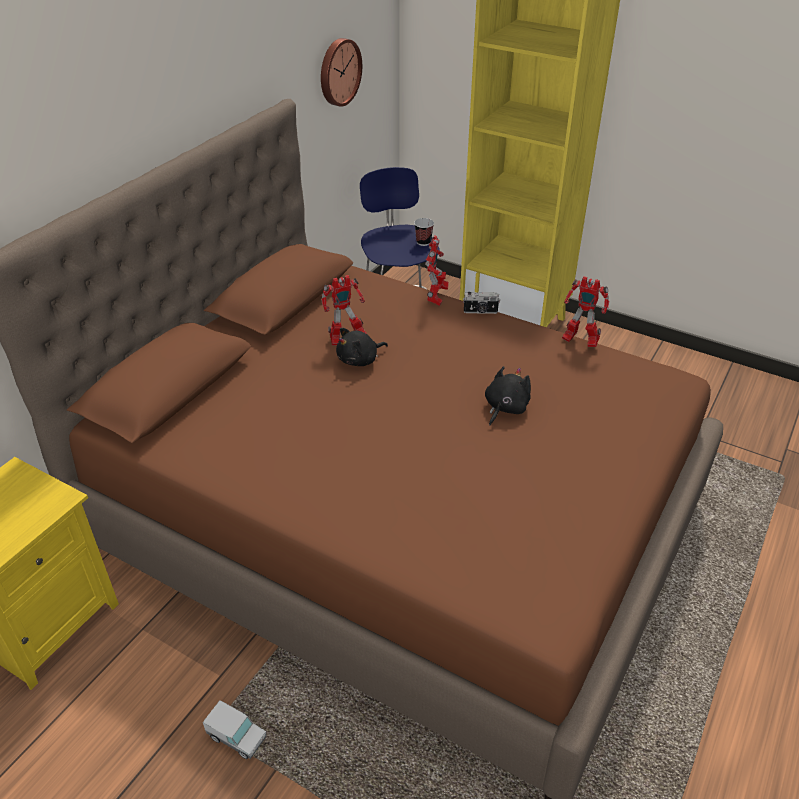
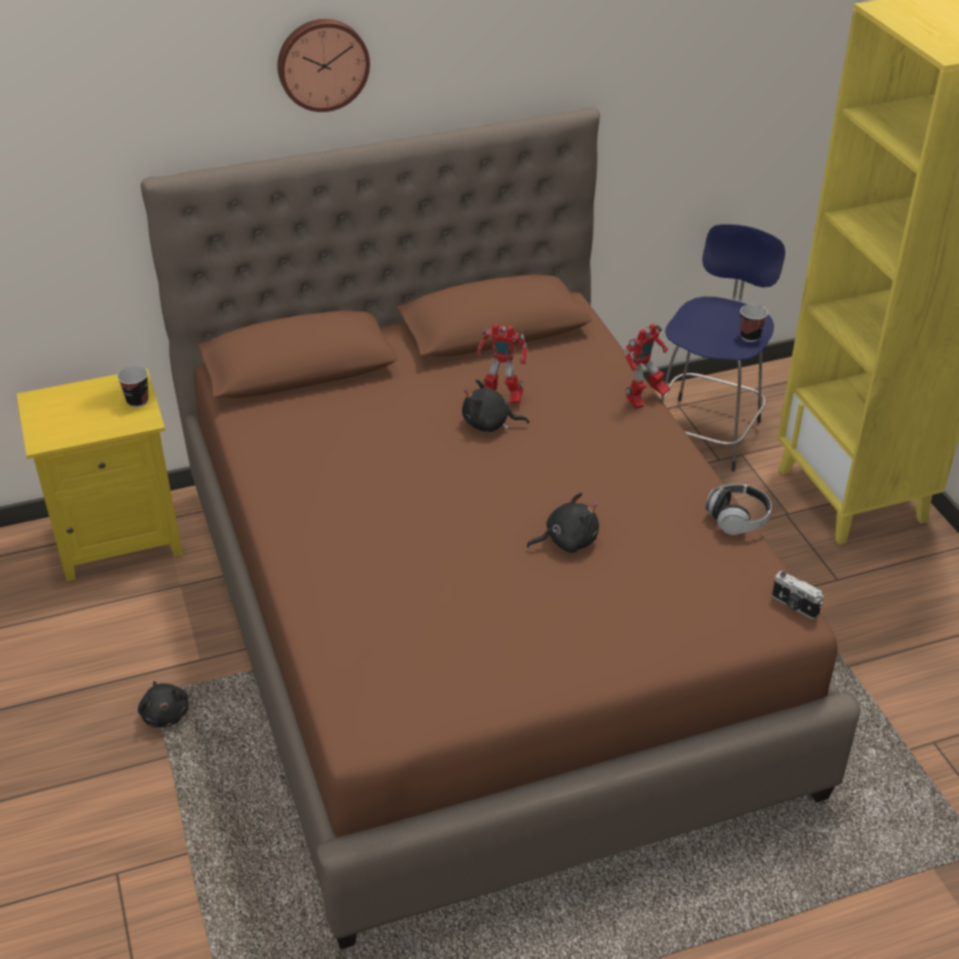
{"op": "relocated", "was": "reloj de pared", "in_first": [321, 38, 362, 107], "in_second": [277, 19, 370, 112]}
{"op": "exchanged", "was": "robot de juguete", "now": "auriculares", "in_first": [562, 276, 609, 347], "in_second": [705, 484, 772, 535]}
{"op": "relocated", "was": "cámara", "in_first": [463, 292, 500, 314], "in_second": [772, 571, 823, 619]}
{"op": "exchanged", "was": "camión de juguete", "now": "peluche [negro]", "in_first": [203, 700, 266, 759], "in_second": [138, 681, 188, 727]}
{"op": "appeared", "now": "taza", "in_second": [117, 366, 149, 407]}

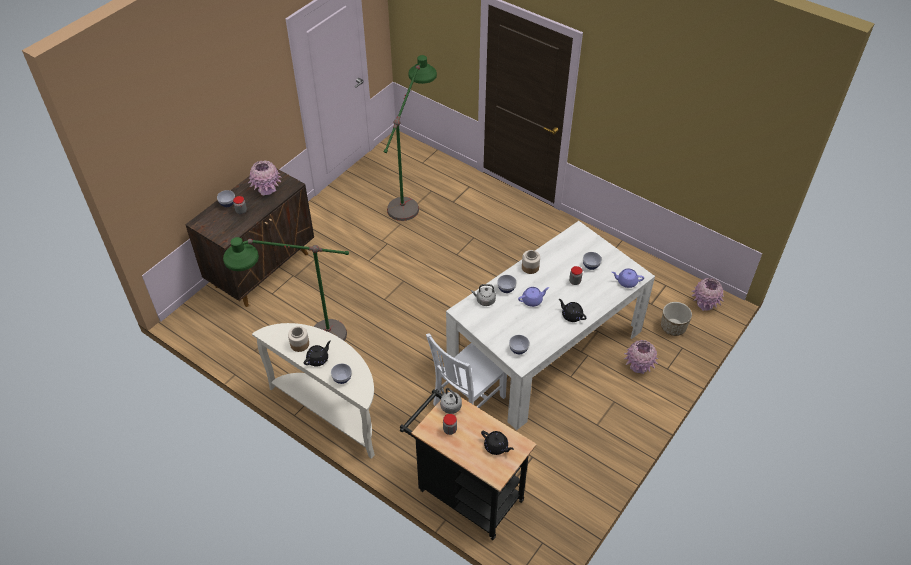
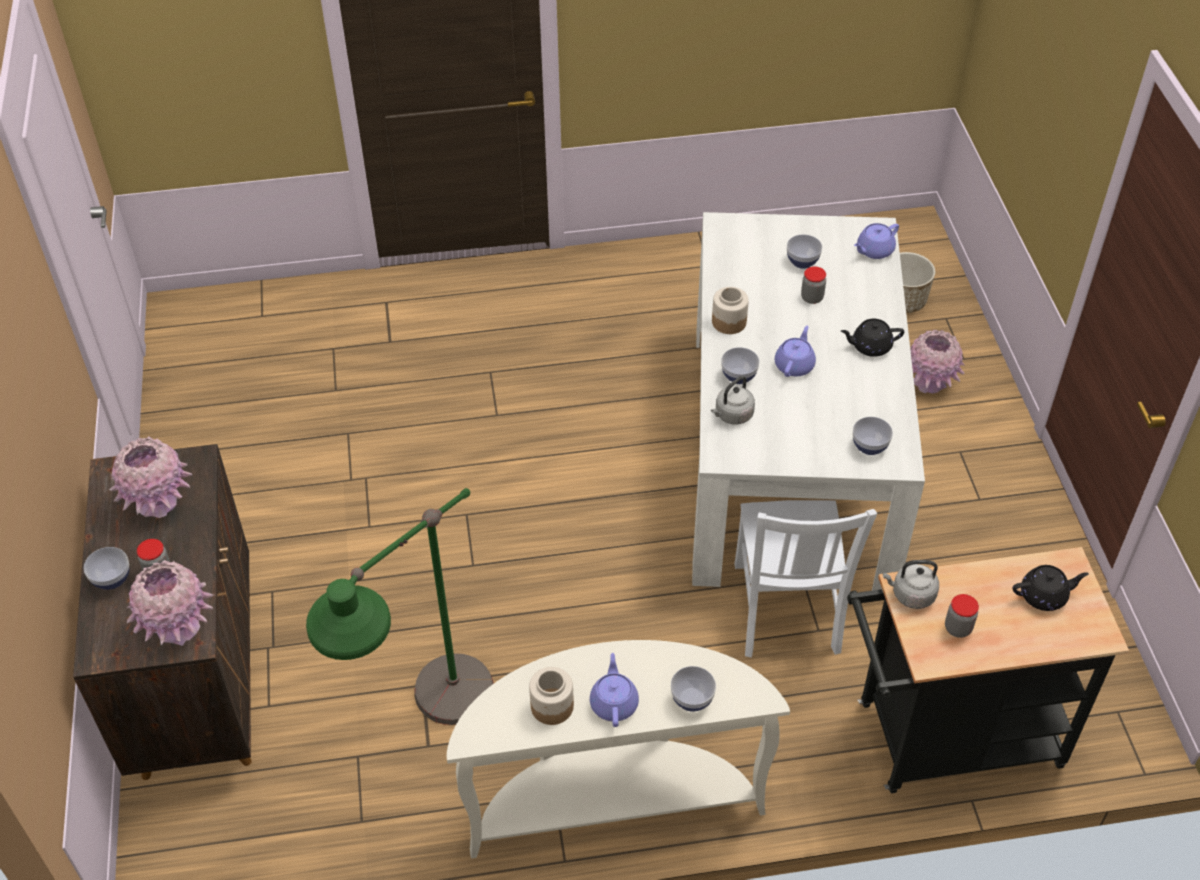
{"op": "missing", "was": "lámpara de pie [verde]", "in_first": [384, 55, 437, 221]}
{"op": "relocated", "was": "florero [rosa]", "in_first": [691, 278, 724, 311], "in_second": [127, 560, 213, 646]}
{"op": "colour", "was": "tetera [negro]", "now": "tetera [morado]", "in_first": [304, 341, 331, 367], "in_second": [590, 653, 639, 727]}

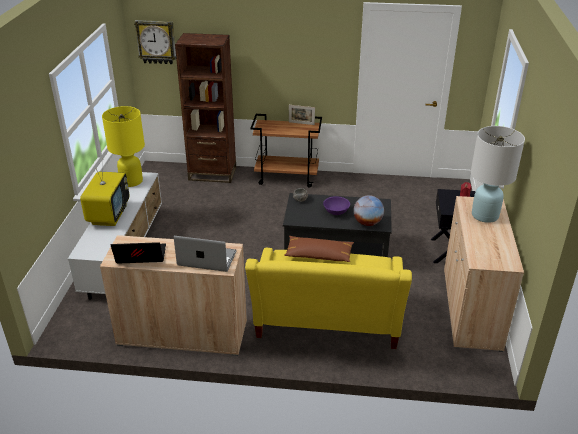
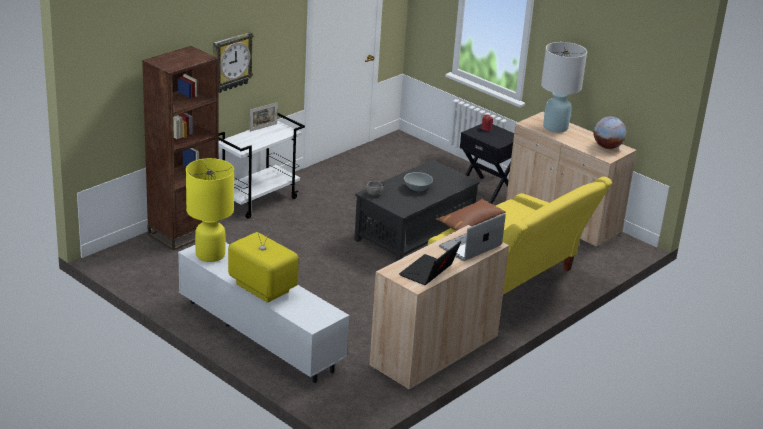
{"op": "relocated", "was": "reloj de pared", "in_first": [134, 20, 176, 64], "in_second": [213, 32, 254, 93]}
{"op": "colour", "was": "carrito [marrón]", "now": "carrito [blanco]", "in_first": [251, 114, 322, 188], "in_second": [219, 113, 305, 219]}
{"op": "relocated", "was": "globo terráqueo", "in_first": [353, 195, 384, 226], "in_second": [594, 116, 626, 149]}
{"op": "colour", "was": "cuenco [morado]", "now": "cuenco [gris]", "in_first": [323, 196, 350, 215], "in_second": [404, 172, 433, 191]}

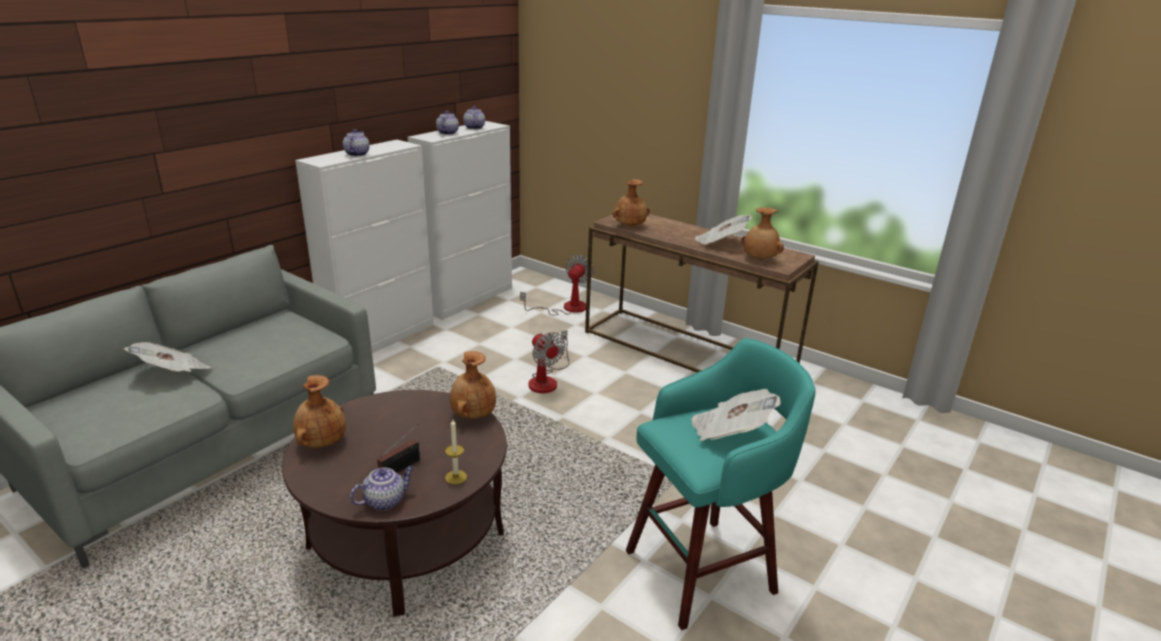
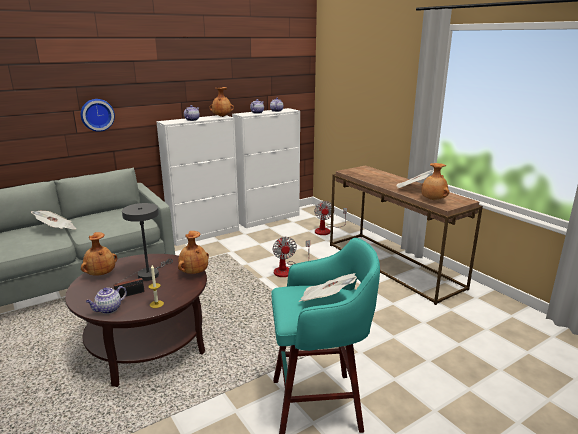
{"op": "relocated", "was": "florero [marrón]", "in_first": [612, 179, 650, 227], "in_second": [209, 87, 234, 117]}
{"op": "spun", "was": "ventilador", "in_first": [520, 255, 594, 315], "in_second": [314, 201, 347, 235], "clockwise": 135}
{"op": "spun", "was": "tetera", "in_first": [350, 466, 414, 511], "in_second": [86, 286, 127, 314], "clockwise": 150}
{"op": "appeared", "now": "reloj de pared", "in_second": [81, 99, 115, 132]}
{"op": "appeared", "now": "lámpara de mesa [gris]", "in_second": [122, 203, 173, 281]}

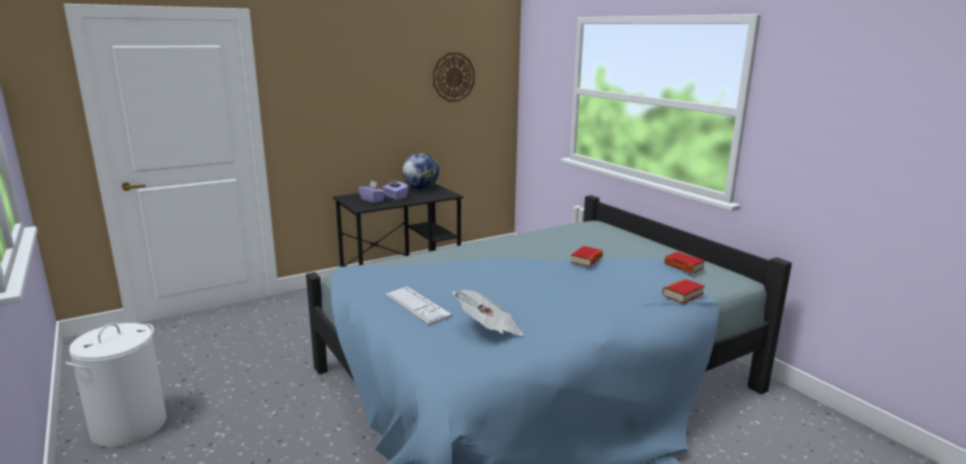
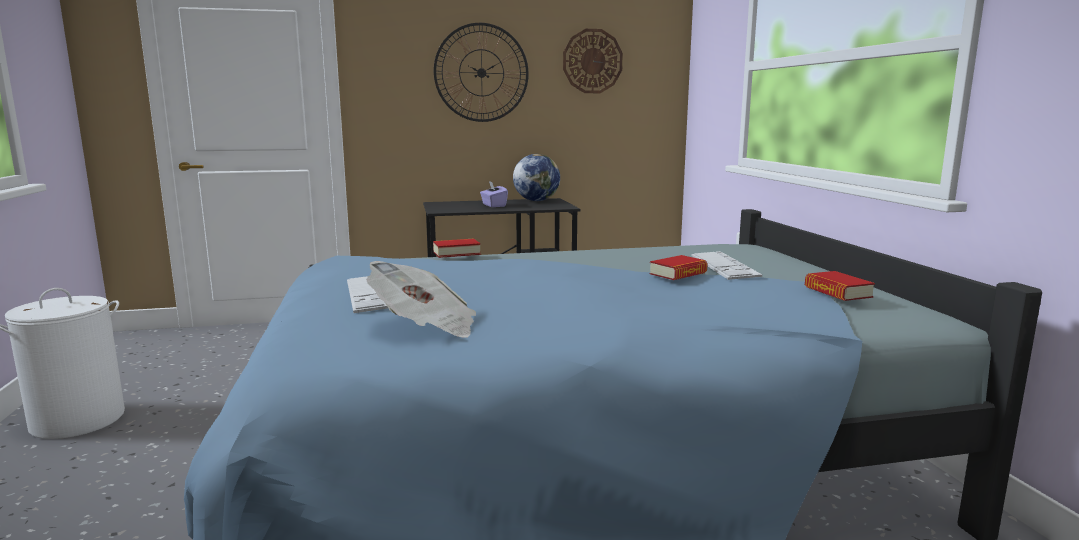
{"op": "missing", "was": "caja de pañuelos [morado]", "in_first": [358, 181, 386, 203]}
{"op": "relocated", "was": "libro", "in_first": [662, 279, 705, 304], "in_second": [433, 239, 481, 258]}
{"op": "appeared", "now": "reloj de pared", "in_second": [434, 23, 529, 122]}
{"op": "appeared", "now": "teclado", "in_second": [692, 251, 762, 280]}

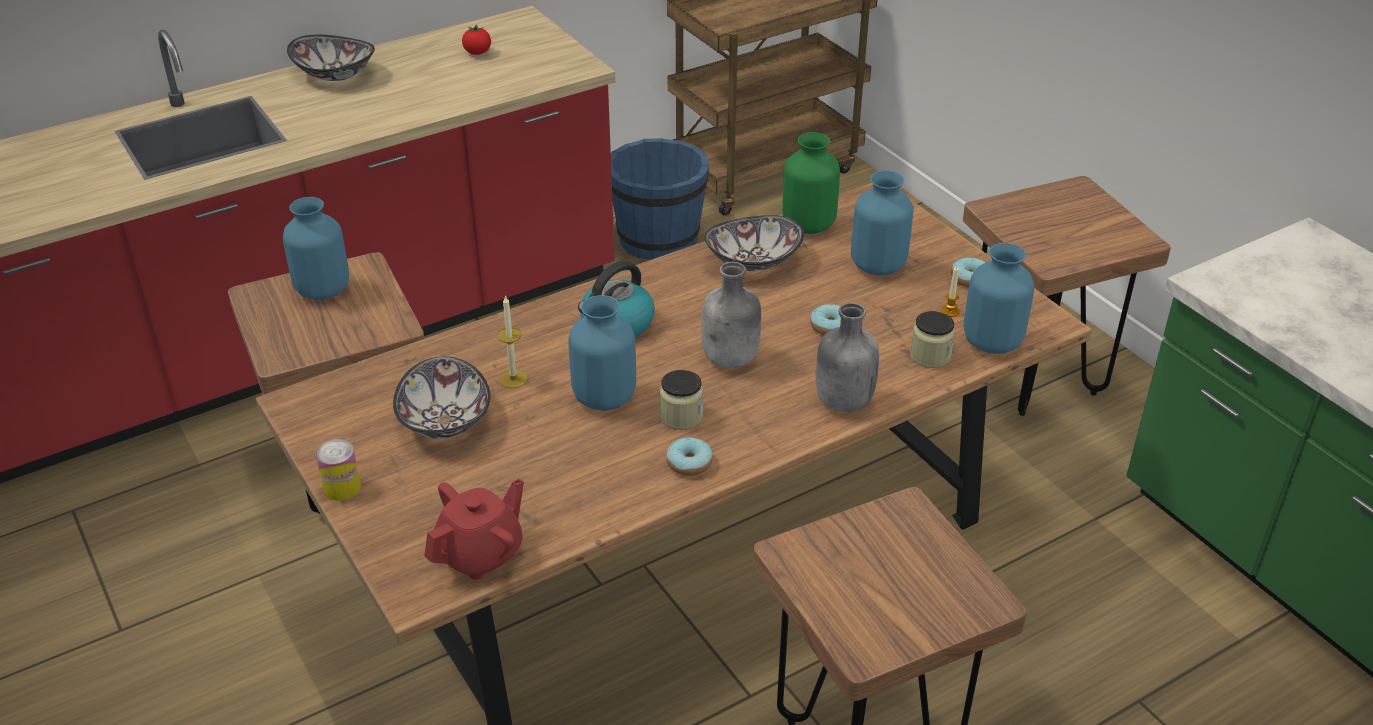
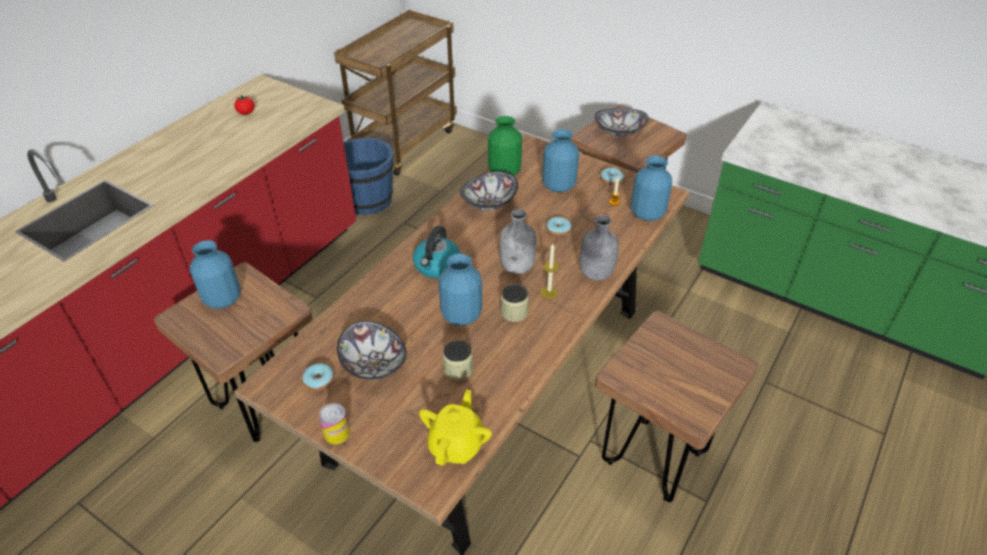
{"op": "relocated", "was": "cuenco", "in_first": [287, 34, 375, 81], "in_second": [595, 108, 649, 137]}
{"op": "relocated", "was": "vela", "in_first": [497, 295, 528, 388], "in_second": [540, 244, 559, 299]}
{"op": "relocated", "was": "tarro", "in_first": [910, 311, 955, 368], "in_second": [443, 340, 473, 381]}
{"op": "relocated", "was": "rosquilla", "in_first": [666, 437, 713, 476], "in_second": [302, 363, 334, 391]}
{"op": "colour", "was": "tetera [rojo]", "now": "tetera [amarillo]", "in_first": [424, 478, 524, 580], "in_second": [419, 389, 492, 466]}

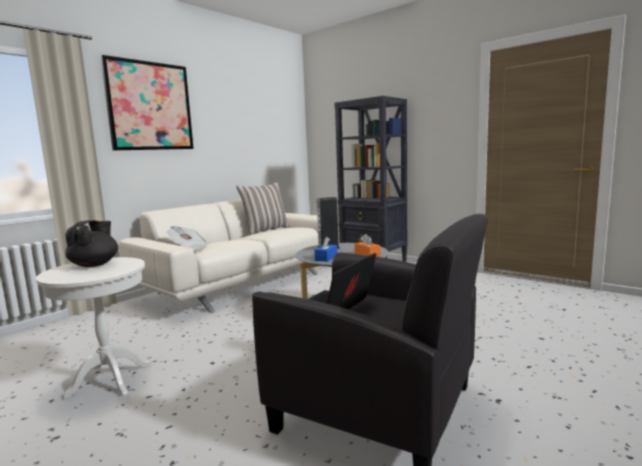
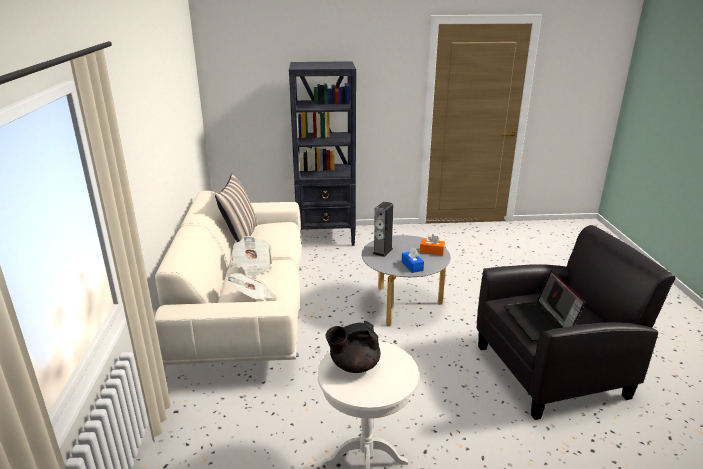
{"op": "missing", "was": "cuadro", "in_first": [100, 55, 194, 150]}
{"op": "spun", "was": "tetera [negro]", "in_first": [65, 220, 118, 267], "in_second": [326, 321, 380, 373], "clockwise": -75}
{"op": "appeared", "now": "periódico", "in_second": [232, 236, 272, 278]}

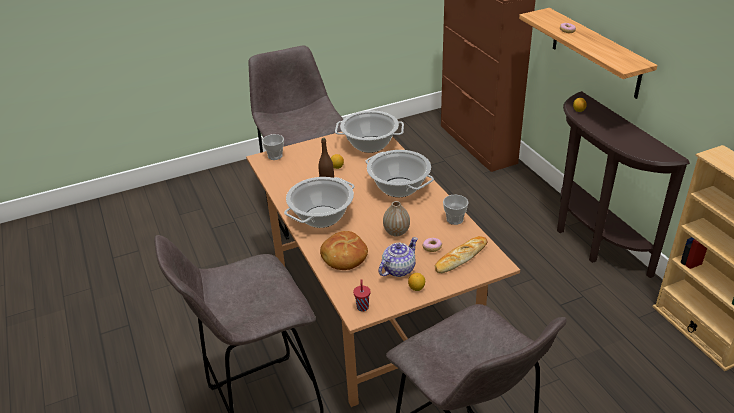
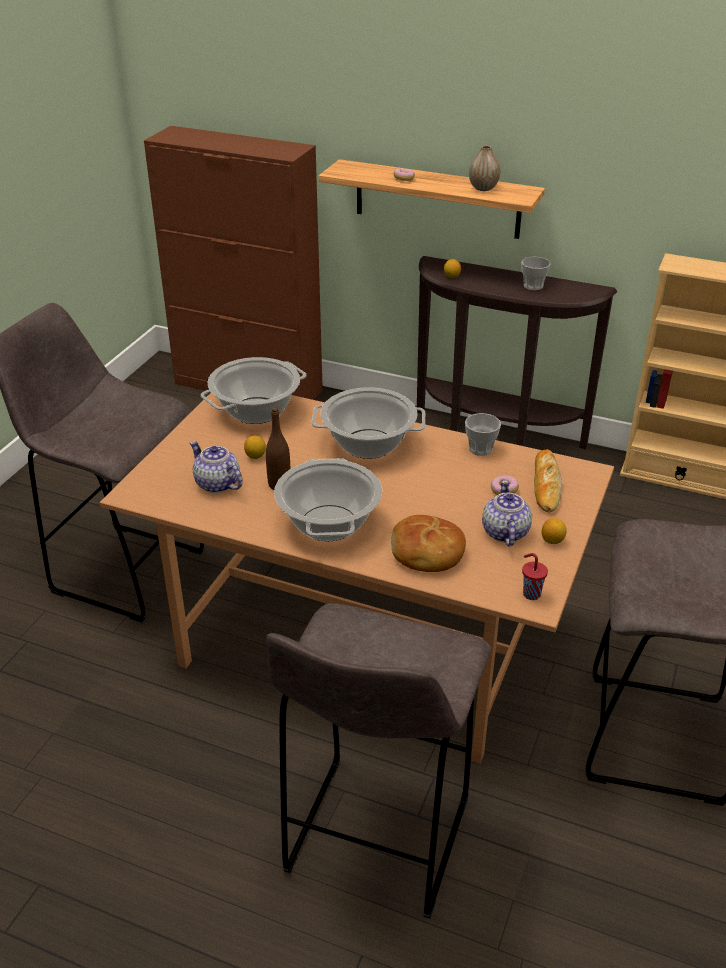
{"op": "relocated", "was": "taza", "in_first": [262, 134, 284, 160], "in_second": [521, 257, 551, 290]}
{"op": "relocated", "was": "florero", "in_first": [383, 201, 410, 237], "in_second": [469, 145, 500, 191]}
{"op": "appeared", "now": "tetera", "in_second": [190, 441, 243, 493]}

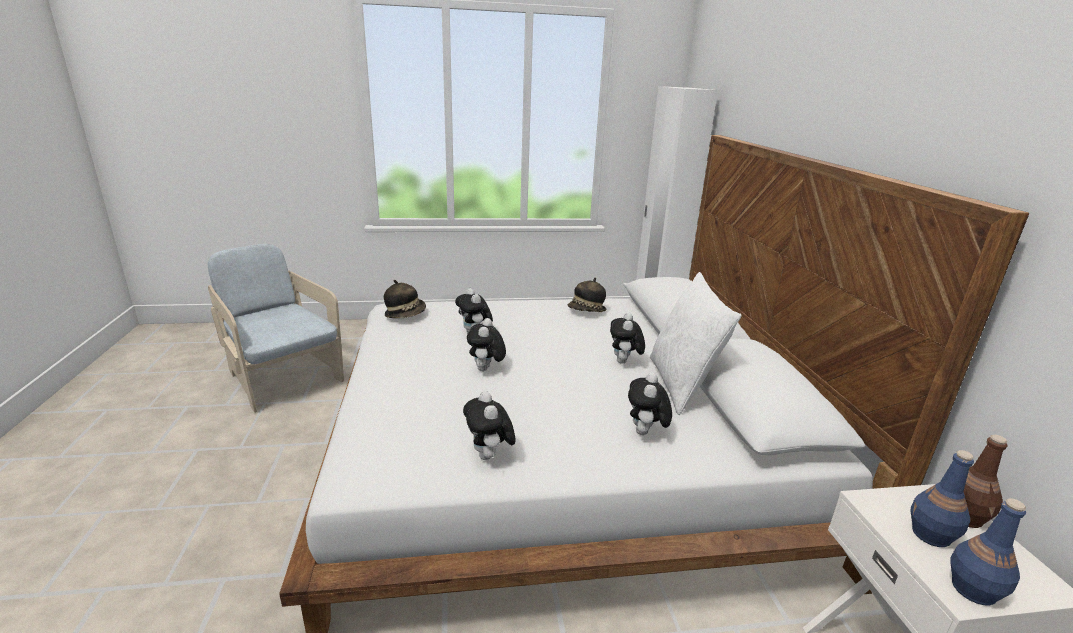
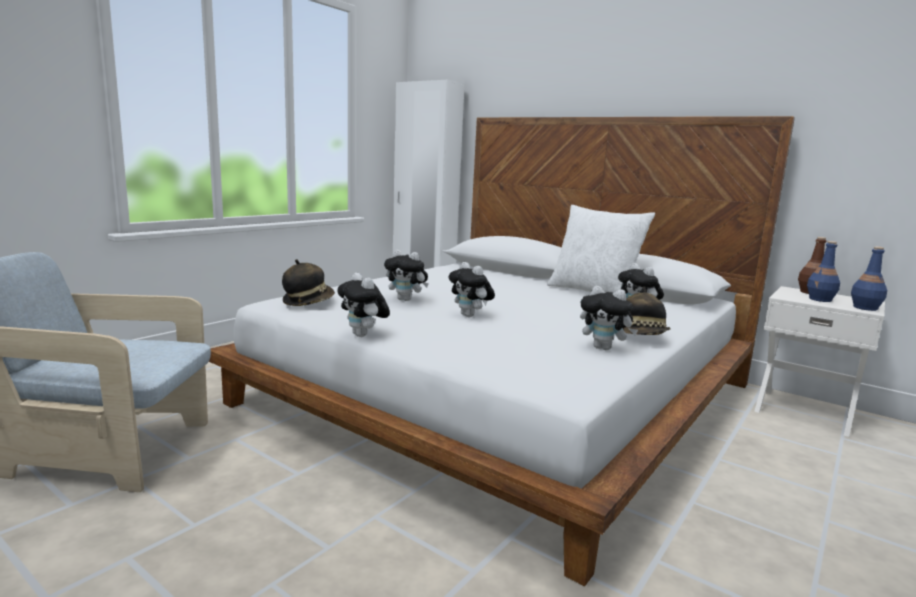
{"op": "relocated", "was": "sombrero", "in_first": [568, 277, 607, 312], "in_second": [623, 287, 671, 335]}
{"op": "relocated", "was": "peluche", "in_first": [610, 312, 645, 364], "in_second": [337, 273, 390, 337]}

